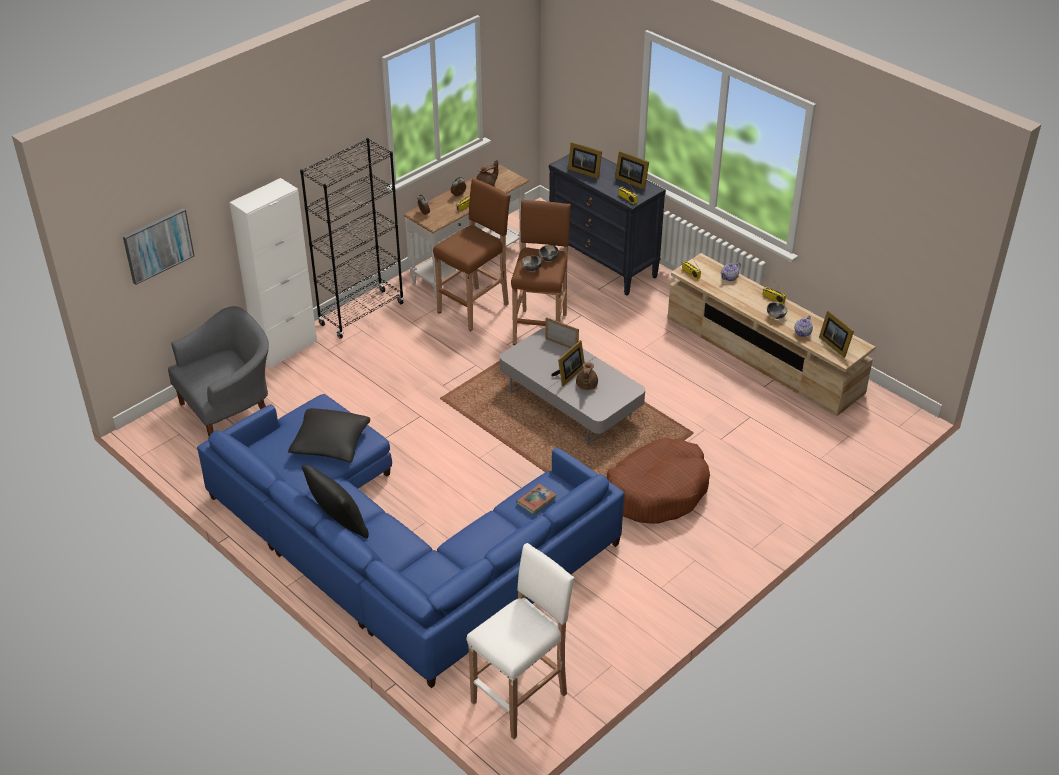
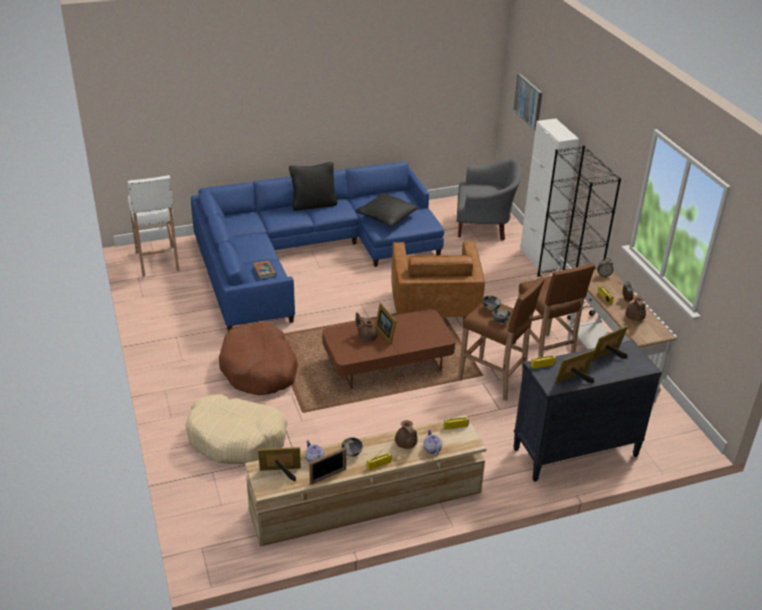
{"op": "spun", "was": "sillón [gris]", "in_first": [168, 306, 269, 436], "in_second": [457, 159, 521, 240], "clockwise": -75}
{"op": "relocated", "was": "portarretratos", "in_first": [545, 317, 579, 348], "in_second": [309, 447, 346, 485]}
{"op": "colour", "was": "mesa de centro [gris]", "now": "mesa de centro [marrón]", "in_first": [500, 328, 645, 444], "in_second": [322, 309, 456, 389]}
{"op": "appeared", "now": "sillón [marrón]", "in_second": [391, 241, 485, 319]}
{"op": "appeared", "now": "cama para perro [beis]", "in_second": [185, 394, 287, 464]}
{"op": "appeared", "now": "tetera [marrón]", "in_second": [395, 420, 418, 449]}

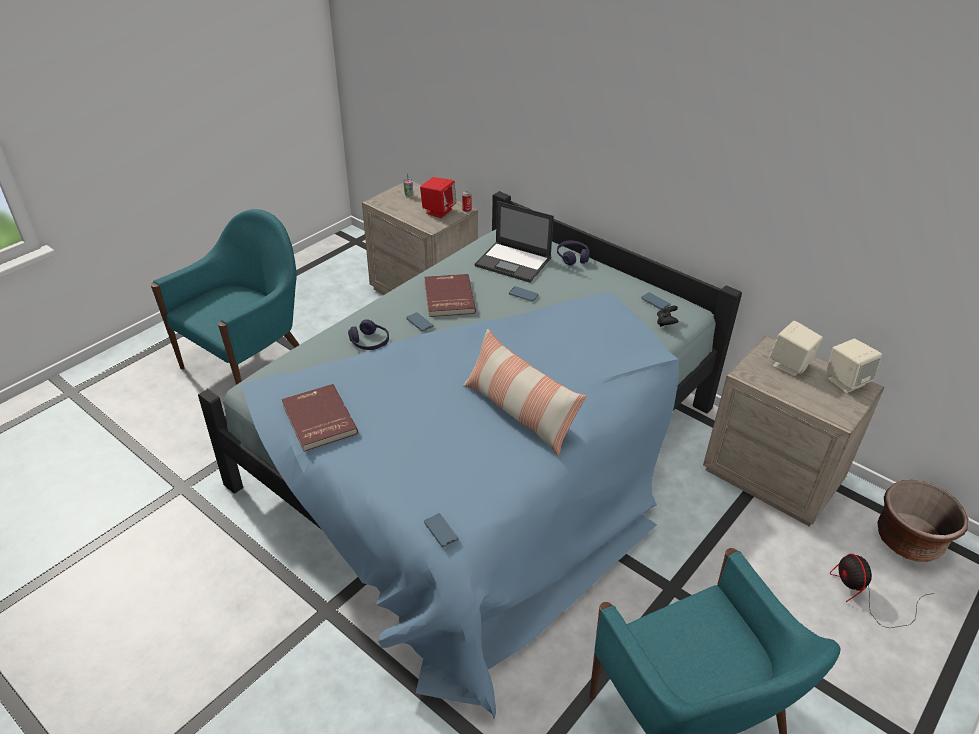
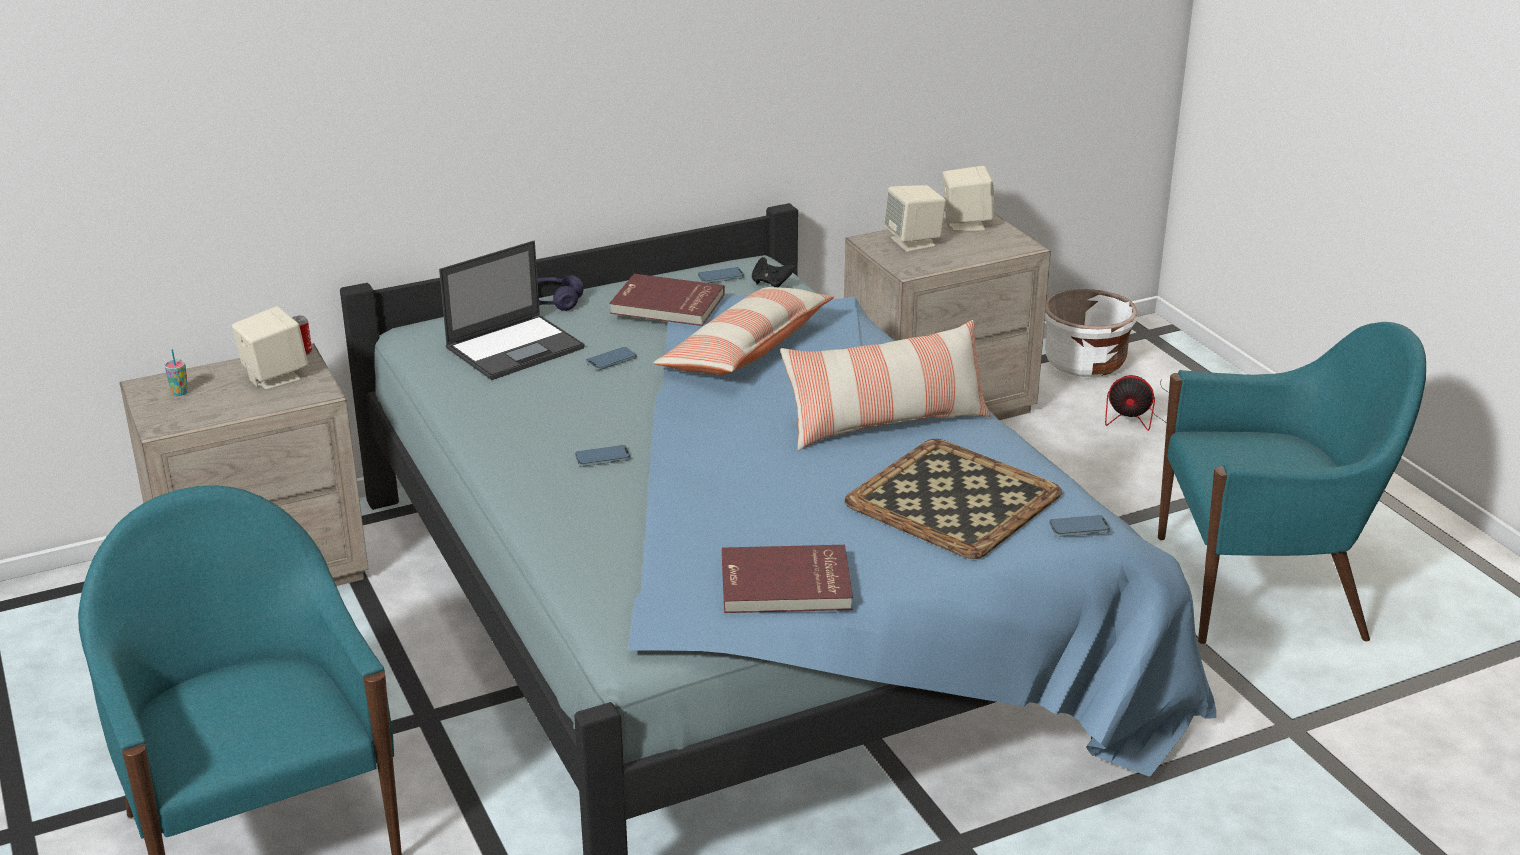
{"op": "colour", "was": "altavoz [rojo]", "now": "altavoz [beis]", "in_first": [420, 177, 456, 218], "in_second": [232, 306, 308, 390]}
{"op": "relocated", "was": "libro [rojo]", "in_first": [424, 274, 476, 317], "in_second": [609, 274, 725, 326]}
{"op": "missing", "was": "auriculares [morado]", "in_first": [348, 319, 389, 350]}
{"op": "colour", "was": "maceta [marrón]", "now": "maceta [blanco]", "in_first": [877, 480, 968, 562], "in_second": [1045, 289, 1137, 377]}
{"op": "appeared", "now": "cojín", "in_second": [653, 287, 834, 375]}
{"op": "appeared", "now": "bandeja", "in_second": [845, 439, 1062, 559]}

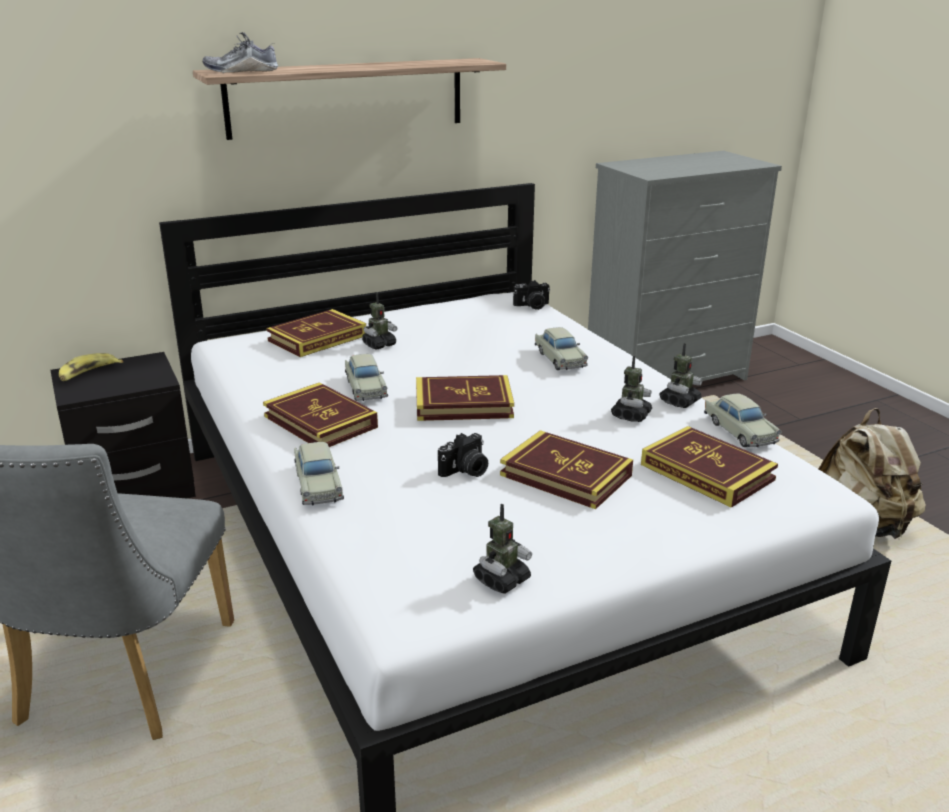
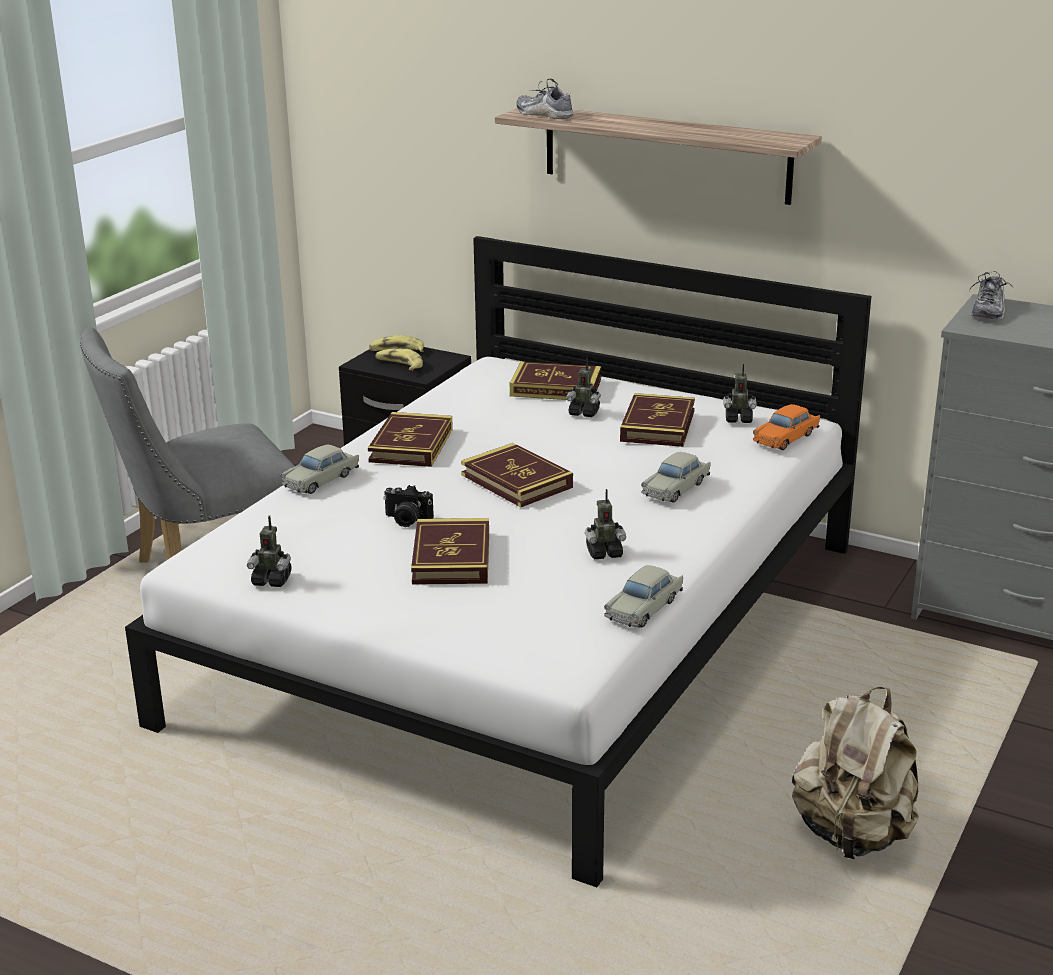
{"op": "exchanged", "was": "cámara", "now": "coche de juguete [naranja]", "in_first": [513, 280, 550, 310], "in_second": [753, 404, 820, 450]}
{"op": "relocated", "was": "robot de juguete", "in_first": [660, 343, 702, 408], "in_second": [723, 364, 757, 423]}
{"op": "missing", "was": "coche de juguete [beis]", "in_first": [345, 354, 388, 401]}
{"op": "relocated", "was": "libro", "in_first": [641, 426, 778, 508], "in_second": [620, 393, 695, 447]}
{"op": "appeared", "now": "zapato", "in_second": [969, 271, 1013, 319]}
{"op": "appeared", "now": "plátano", "in_second": [375, 348, 423, 371]}

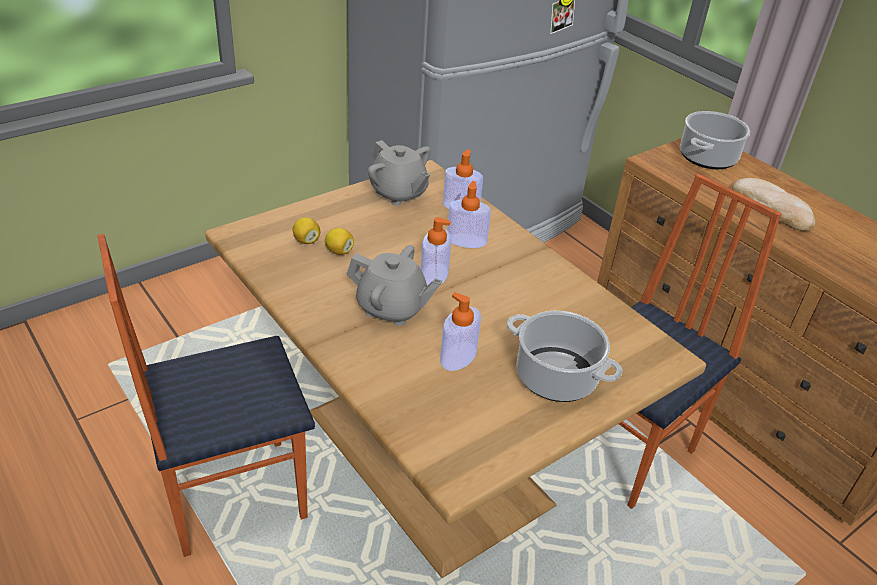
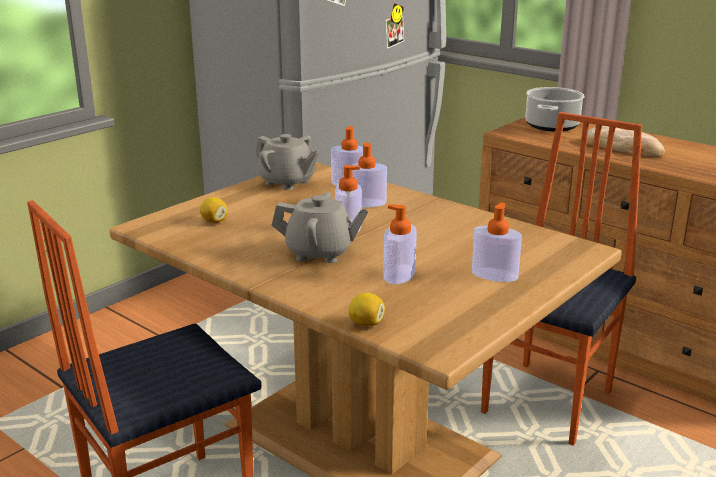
{"op": "relocated", "was": "limón", "in_first": [325, 228, 354, 255], "in_second": [349, 293, 385, 326]}
{"op": "exchanged", "was": "olla", "now": "dispensador de jabón", "in_first": [507, 311, 623, 402], "in_second": [472, 202, 522, 282]}

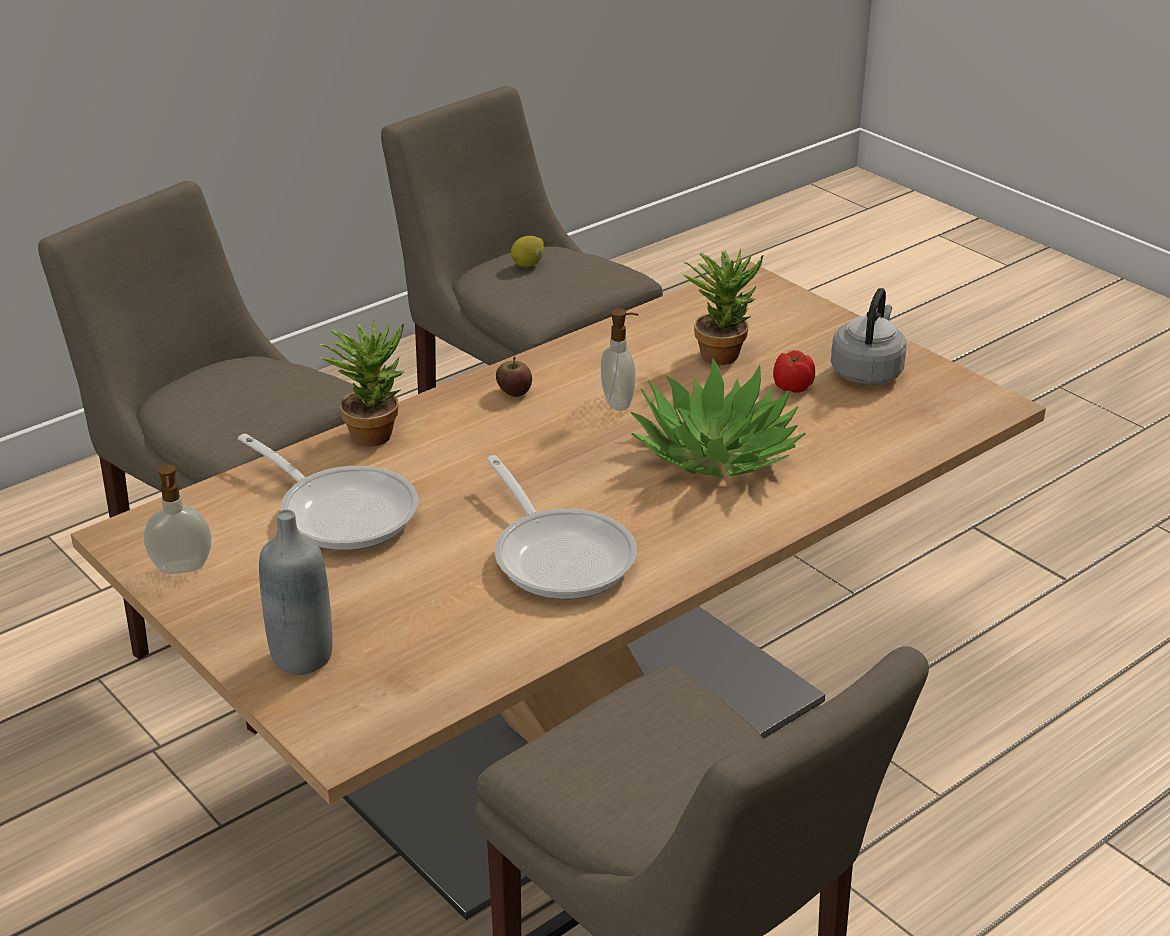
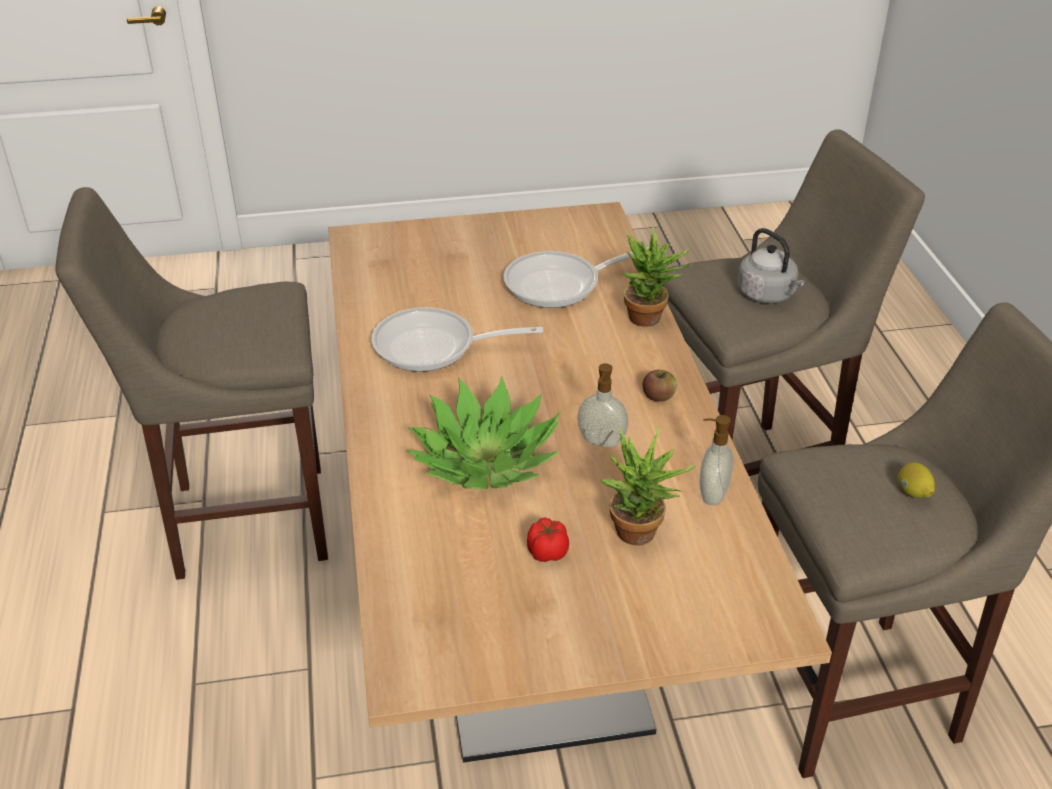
{"op": "relocated", "was": "hervidor [gris]", "in_first": [831, 288, 907, 385], "in_second": [738, 228, 805, 304]}
{"op": "relocated", "was": "dispensador de jabón", "in_first": [144, 464, 212, 574], "in_second": [700, 415, 733, 505]}
{"op": "missing", "was": "botella [gris]", "in_first": [259, 510, 333, 675]}

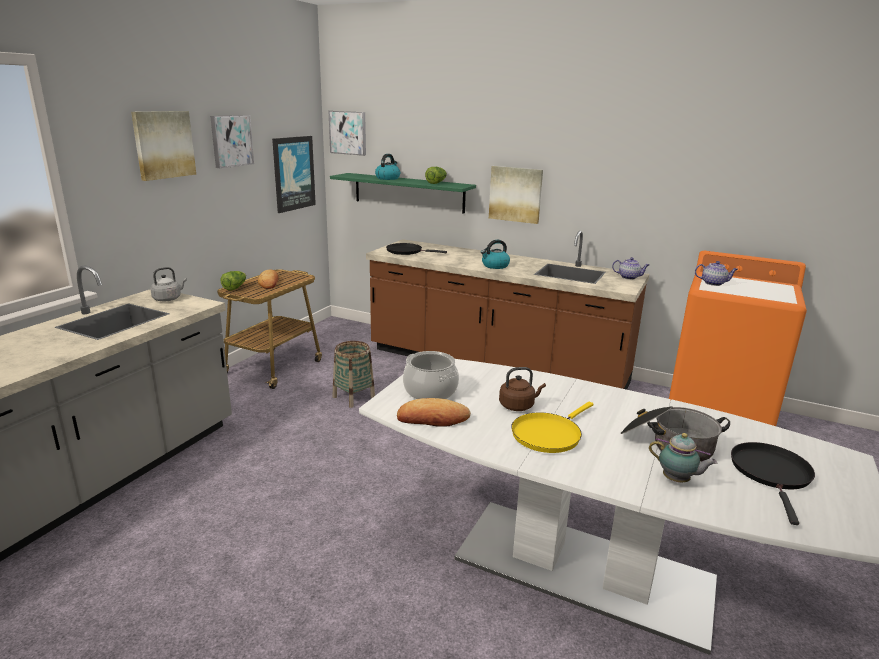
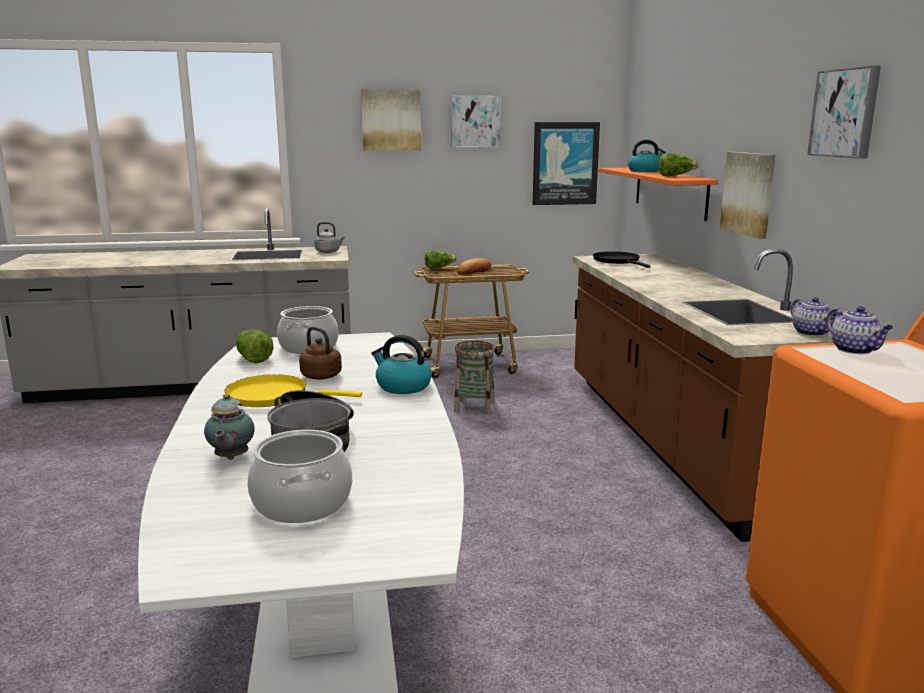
{"op": "relocated", "was": "cuadro", "in_first": [328, 111, 366, 156], "in_second": [807, 66, 881, 159]}
{"op": "colour", "was": "estante [verde]", "now": "estante [naranja]", "in_first": [330, 173, 476, 214], "in_second": [598, 168, 718, 221]}
{"op": "relocated", "was": "hervidor", "in_first": [481, 240, 510, 269], "in_second": [371, 335, 432, 394]}
{"op": "exchanged", "was": "pan", "now": "lechuga", "in_first": [397, 398, 471, 427], "in_second": [236, 329, 274, 363]}
{"op": "exchanged", "was": "sartén [negro]", "now": "olla", "in_first": [731, 442, 815, 525], "in_second": [248, 430, 352, 523]}

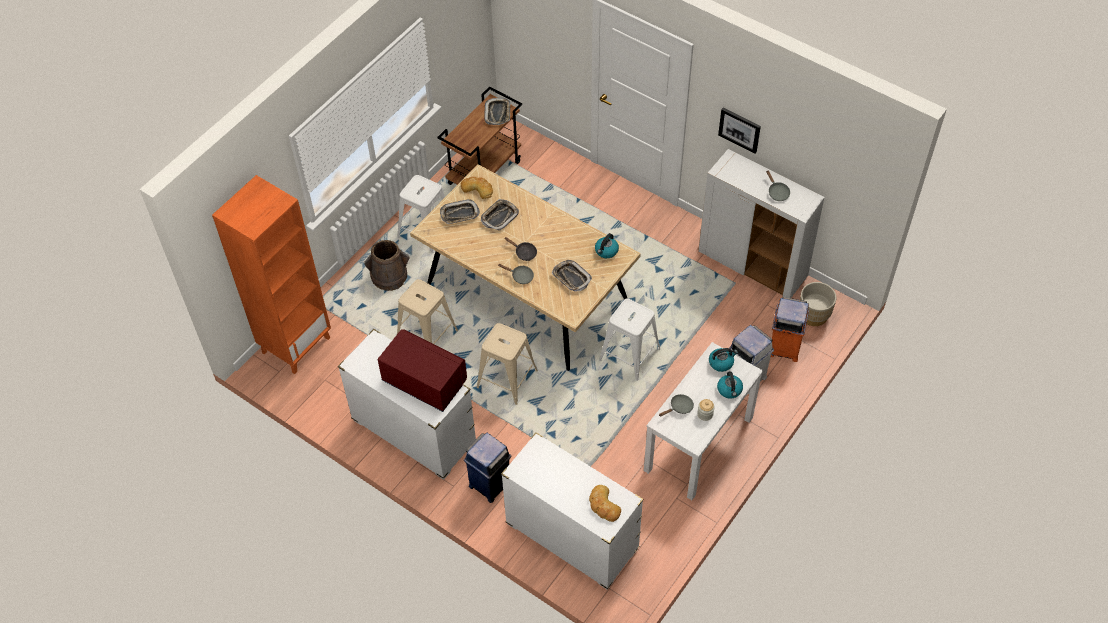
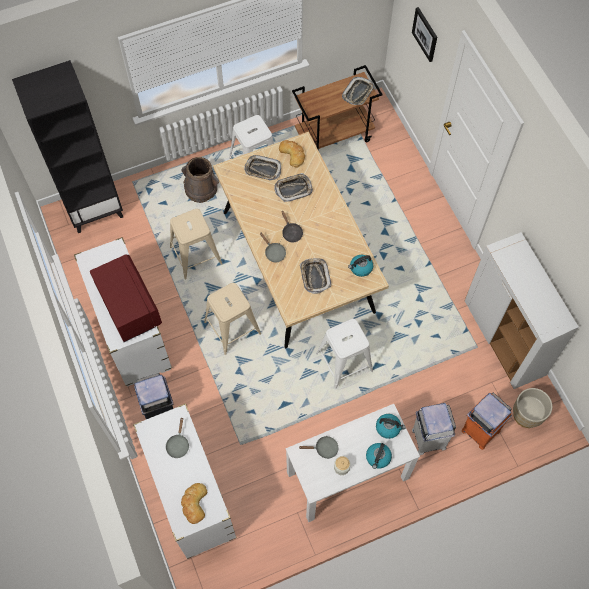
{"op": "relocated", "was": "cuadro", "in_first": [718, 108, 761, 153], "in_second": [412, 7, 437, 62]}
{"op": "relocated", "was": "sartén [gris]", "in_first": [766, 170, 790, 201], "in_second": [166, 417, 189, 458]}
{"op": "colour", "was": "estantería [naranja]", "now": "estantería [negro]", "in_first": [212, 175, 331, 374], "in_second": [12, 60, 123, 233]}

